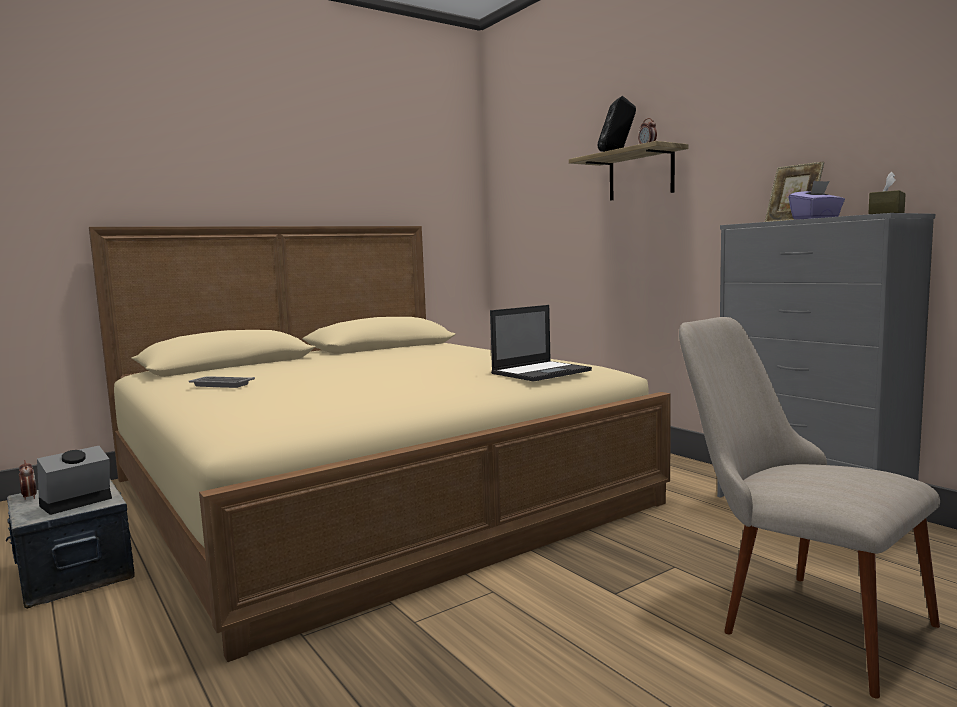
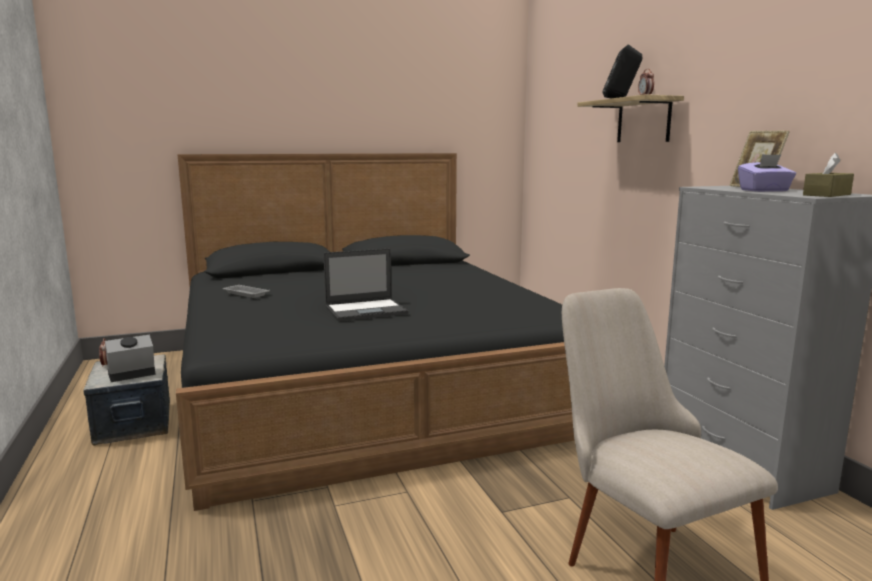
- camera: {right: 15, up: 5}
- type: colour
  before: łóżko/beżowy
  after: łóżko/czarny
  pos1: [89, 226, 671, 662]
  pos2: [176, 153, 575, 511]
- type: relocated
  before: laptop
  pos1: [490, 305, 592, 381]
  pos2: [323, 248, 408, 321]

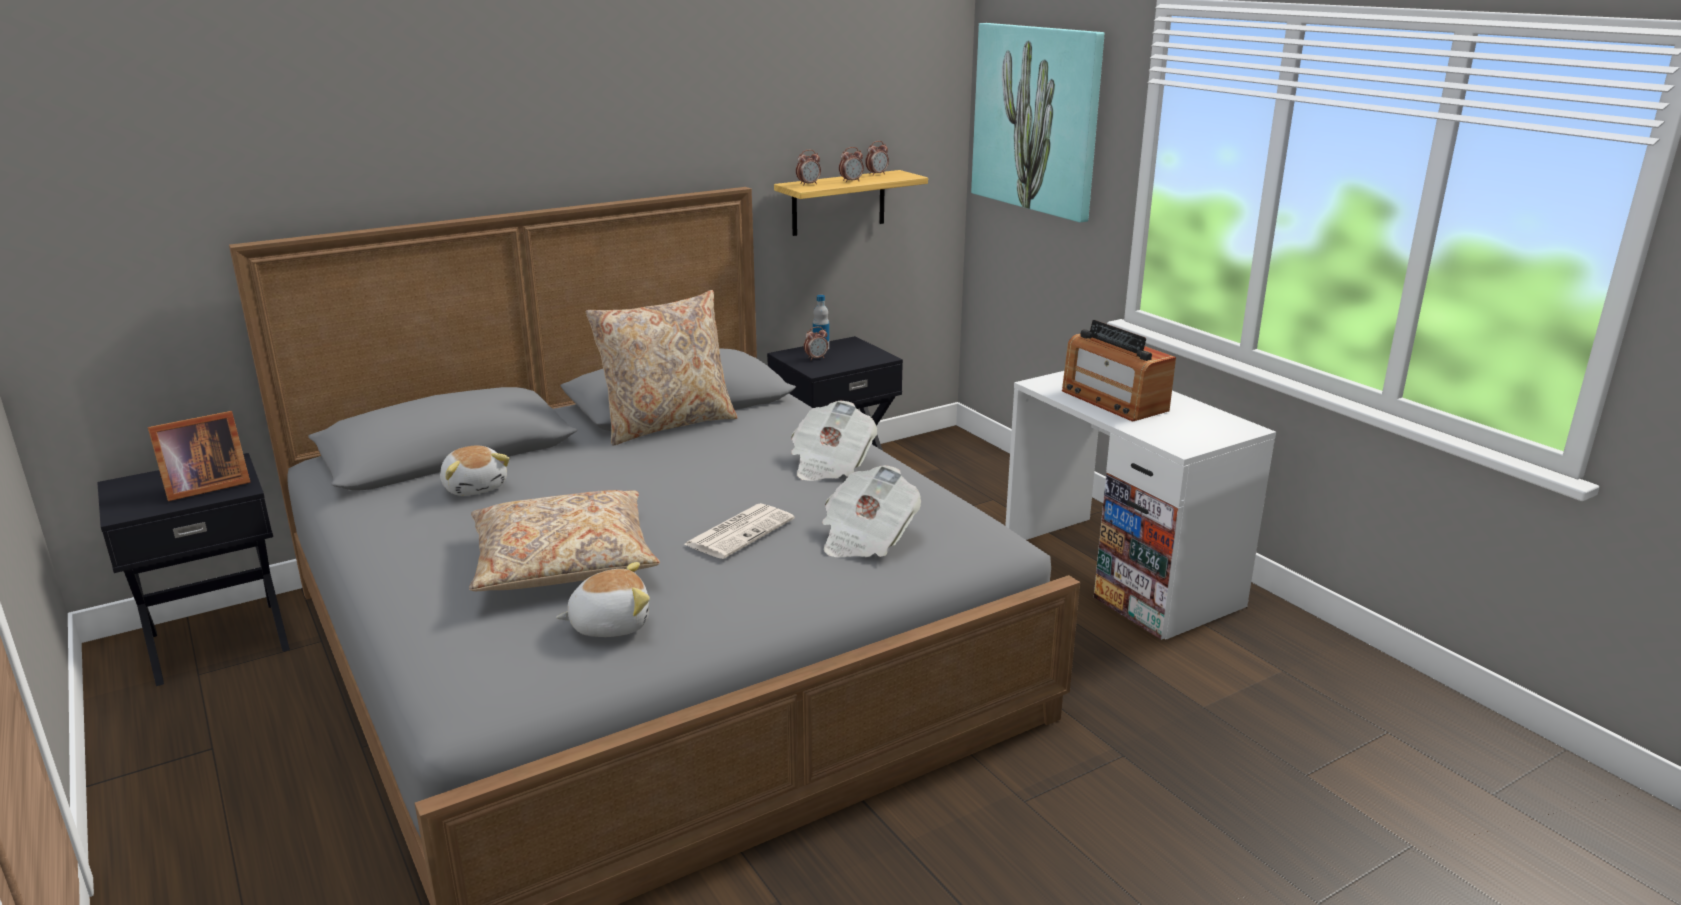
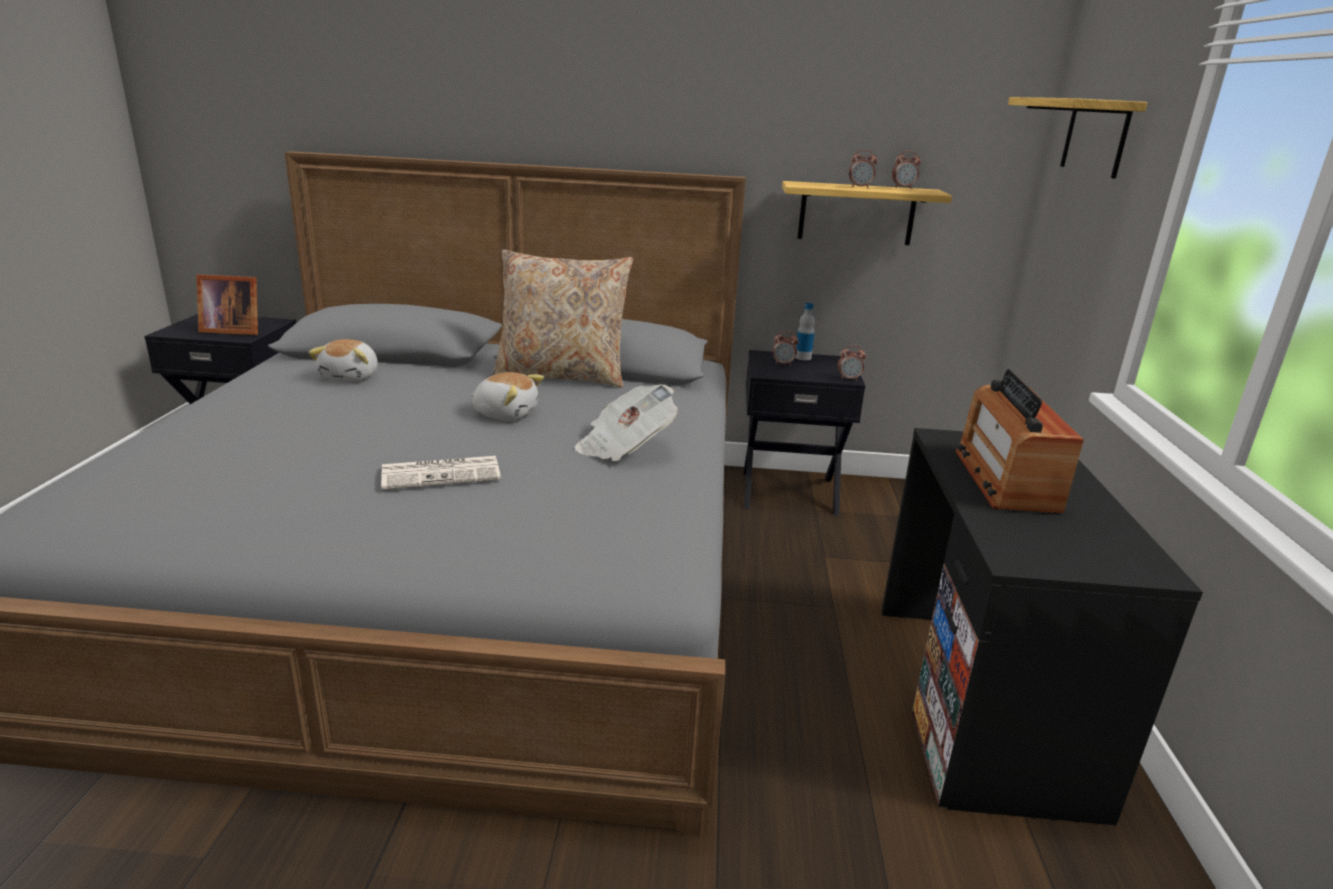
- camera: {right: 35, up: 0}
- type: exchanged
  before: obraz
  after: półka
  pos1: [971, 23, 1104, 223]
  pos2: [1008, 97, 1148, 179]
- type: relocated
  before: budzik
  pos1: [796, 150, 821, 186]
  pos2: [838, 345, 866, 381]
- type: colour
  before: biurko/biały
  after: biurko/czarny
  pos1: [1005, 371, 1276, 640]
  pos2: [881, 428, 1203, 825]
- type: missing
  before: gazeta
  pos1: [822, 465, 921, 558]
- type: missing
  before: poduszka/beżowy
  pos1: [469, 490, 660, 591]
- type: relocated
  before: pluszak
  pos1: [556, 562, 650, 637]
  pos2: [470, 372, 544, 420]

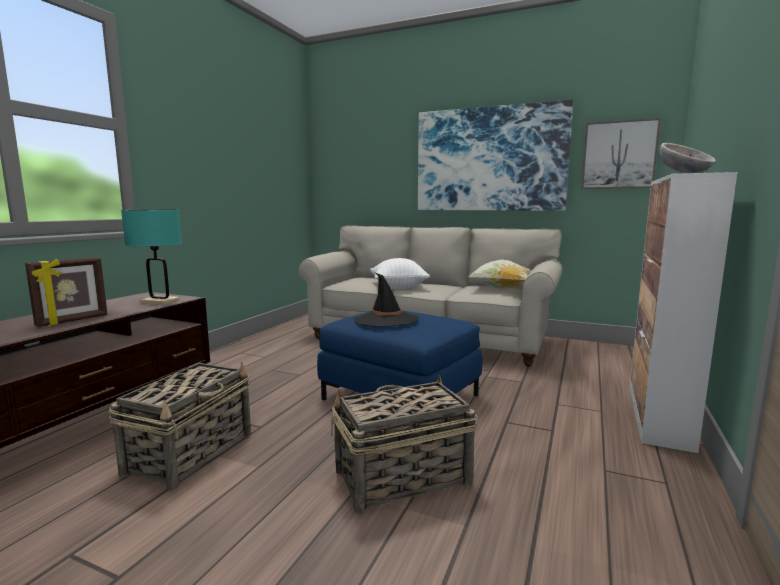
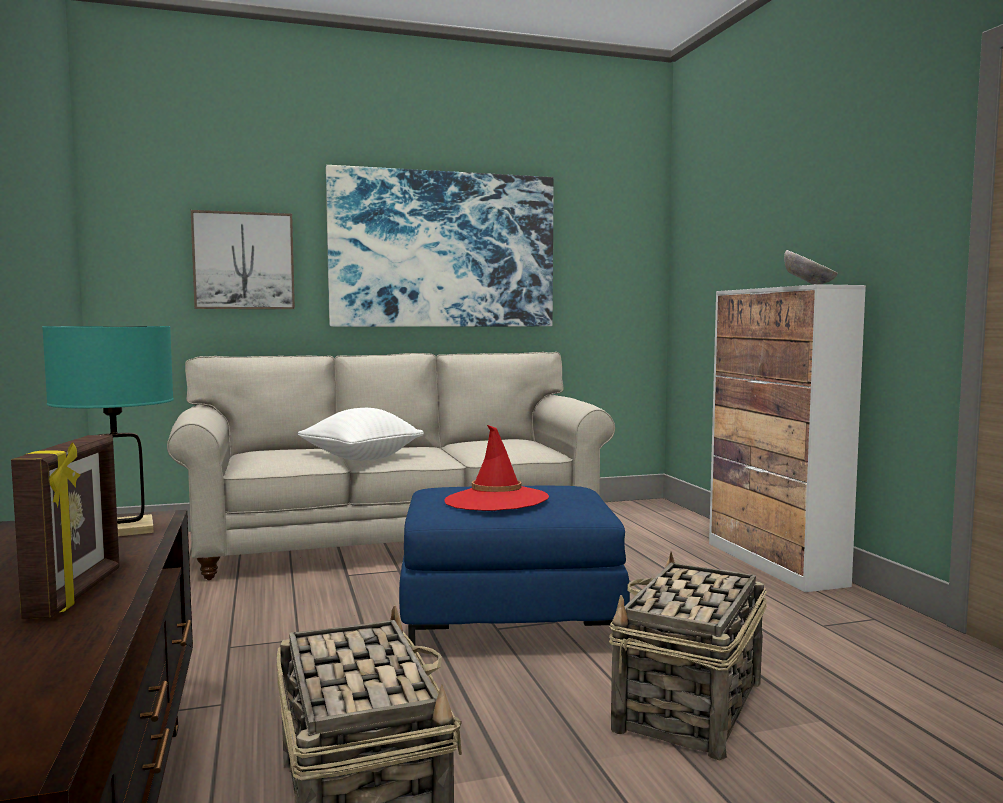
- camera: {right: -40, up: -5}
- type: relocated
  before: obraz
  pos1: [582, 118, 661, 189]
  pos2: [191, 210, 295, 309]
- type: missing
  before: poduszka
  pos1: [468, 259, 531, 289]
- type: colour
  before: kapelusz/czarny
  after: kapelusz/czerwony
  pos1: [354, 273, 419, 327]
  pos2: [445, 425, 549, 511]

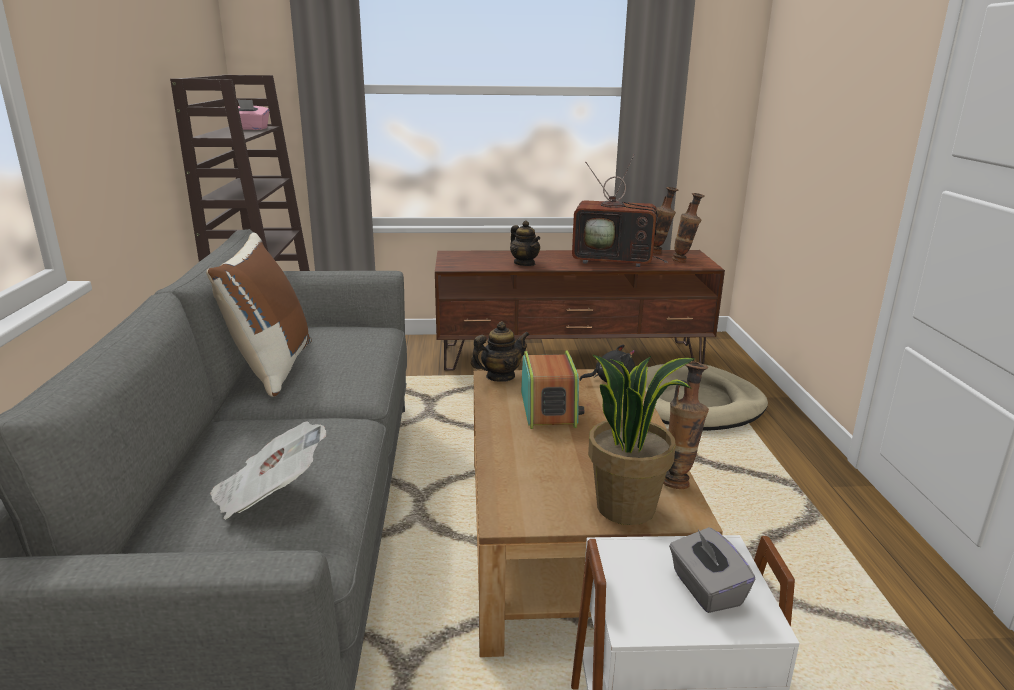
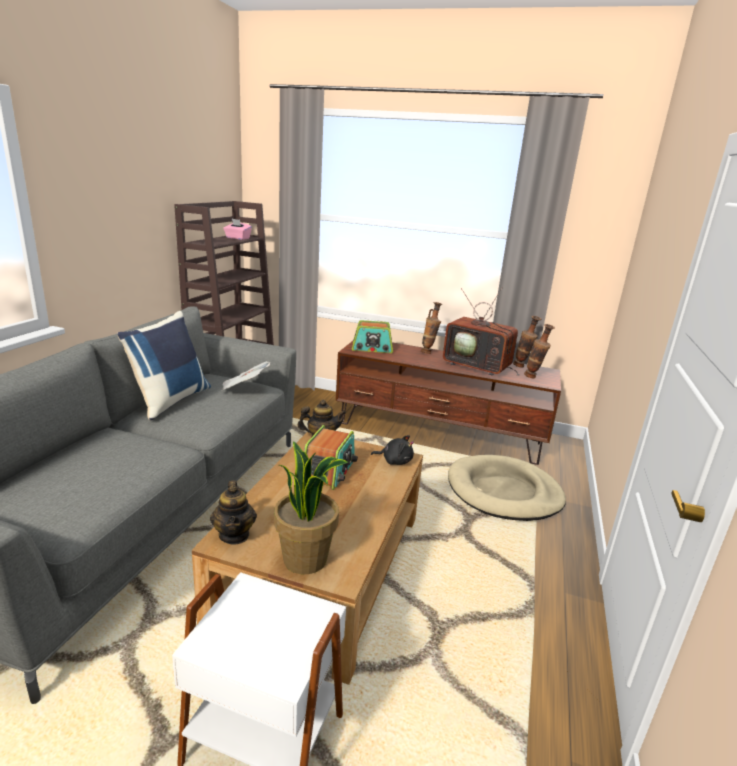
- camera: {right: 20, up: 0}
- type: relocated
  before: imbryk
  pos1: [510, 221, 540, 266]
  pos2: [210, 480, 257, 545]
- type: colour
  before: poduszka/brązowy
  after: poduszka/niebieski
  pos1: [206, 233, 312, 397]
  pos2: [117, 311, 211, 421]
- type: relocated
  before: wazon
  pos1: [663, 361, 709, 489]
  pos2: [421, 302, 443, 354]
- type: relocated
  before: gazeta
  pos1: [210, 421, 326, 520]
  pos2: [222, 361, 270, 390]
- type: missing
  before: pudełko chusteczek/szary
  pos1: [669, 527, 756, 613]
- type: appeared
  after: radio
  pos2: [352, 320, 393, 353]

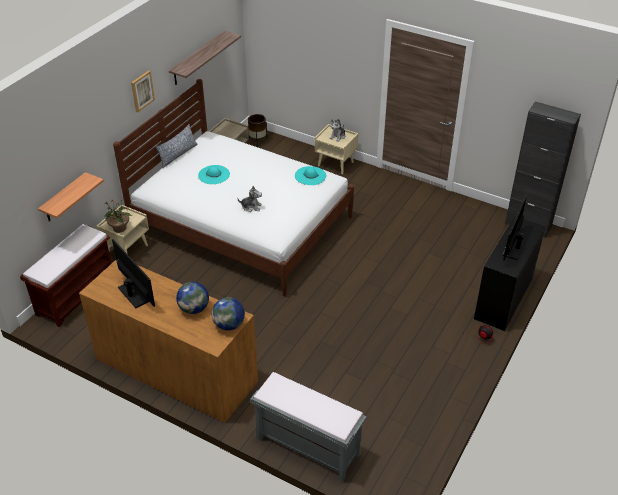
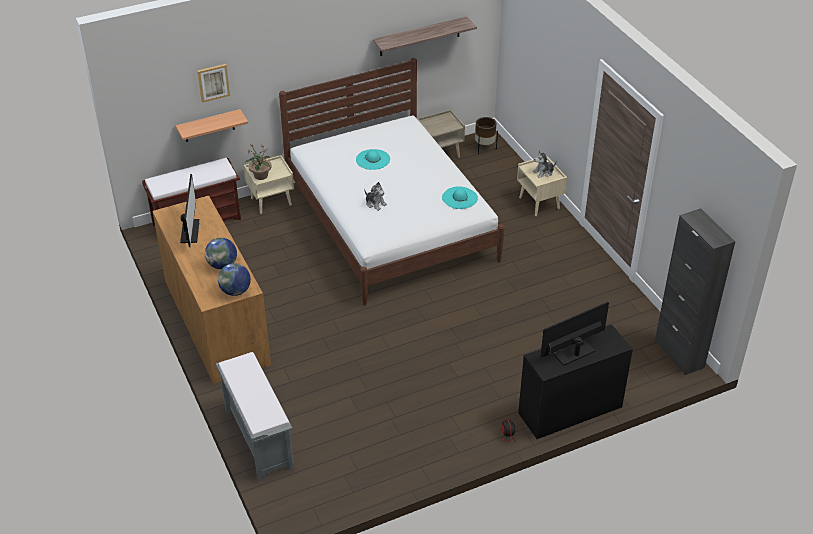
- camera: {right: 35, up: 0}
- type: relocated
  before: obraz
  pos1: [131, 70, 155, 112]
  pos2: [197, 64, 230, 103]
- type: missing
  before: poduszka
  pos1: [155, 124, 198, 168]

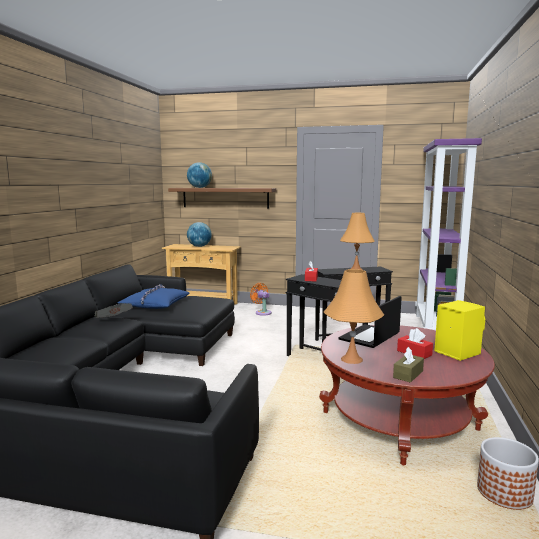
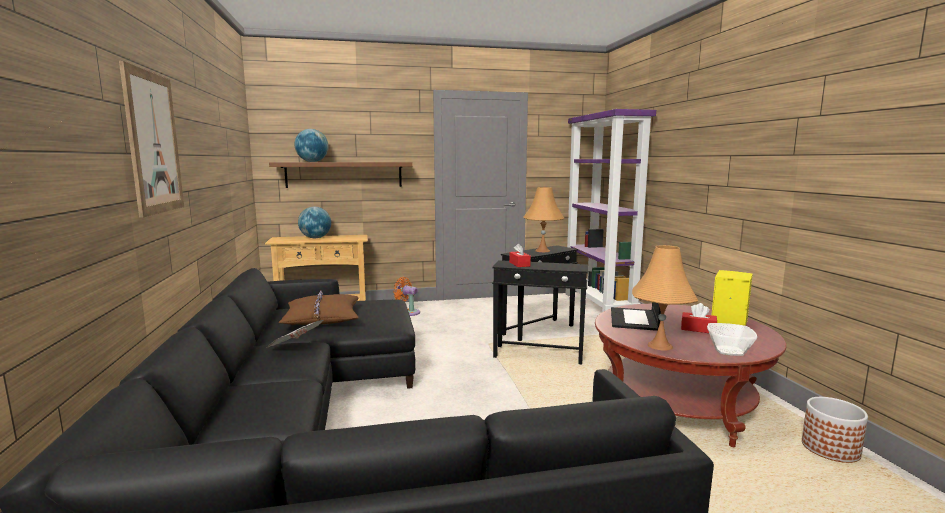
- camera: {right: -25, up: 0}
- type: colour
  before: poduszka/niebieski
  after: poduszka/brązowy
  pos1: [118, 284, 190, 309]
  pos2: [278, 290, 359, 325]
- type: exchanged
  before: pudełko chusteczek/brązowy
  after: miska
  pos1: [393, 347, 424, 383]
  pos2: [707, 323, 757, 356]
- type: appeared
  after: obraz
  pos2: [119, 61, 184, 218]

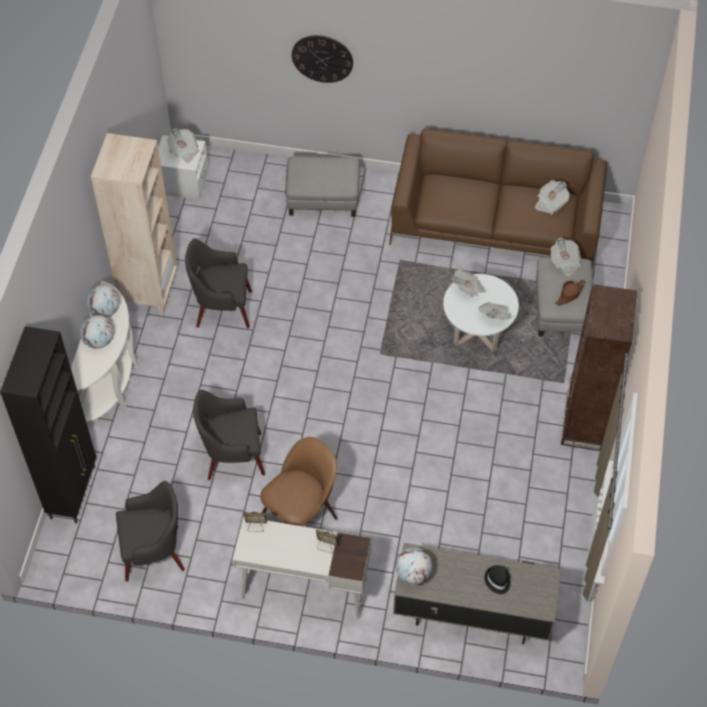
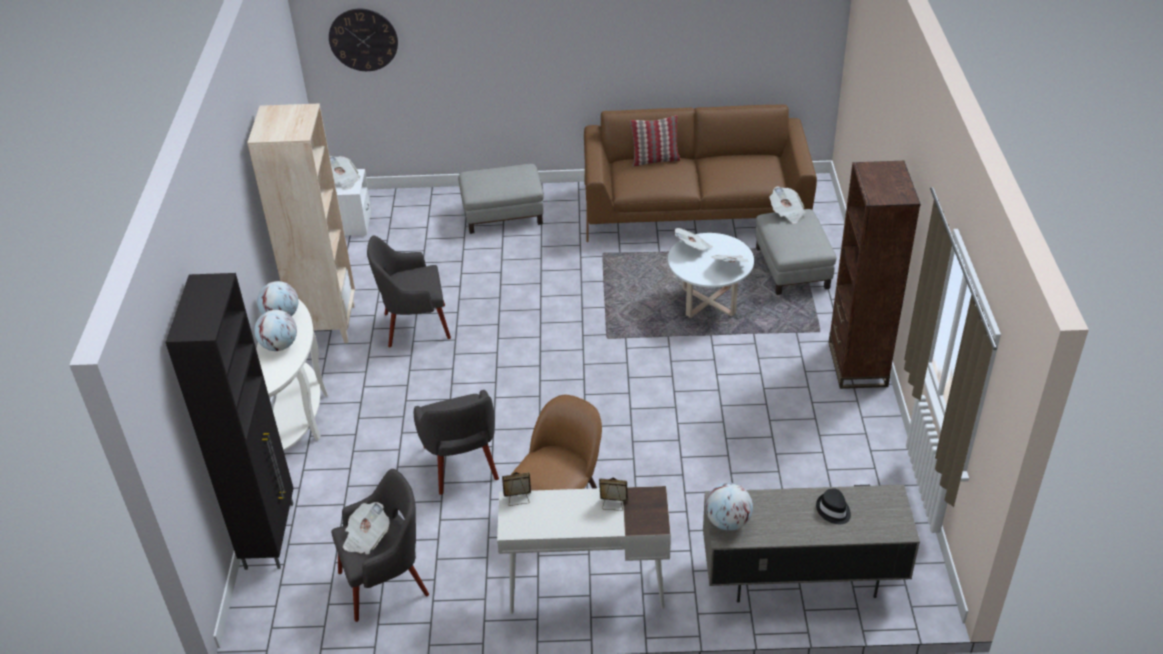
- camera: {right: -10, up: -15}
- type: relocated
  before: zegar ścienny
  pos1: [292, 35, 353, 83]
  pos2: [329, 9, 398, 71]
- type: relocated
  before: gazeta
  pos1: [535, 180, 570, 215]
  pos2: [343, 502, 389, 555]
- type: missing
  before: kapelusz/brązowy
  pos1: [555, 280, 585, 306]
- type: spun
  before: fotel/szary
  pos1: [193, 390, 265, 480]
  pos2: [414, 390, 499, 495]
  turn: -90
- type: appeared
  after: poduszka
  pos2: [630, 115, 680, 166]

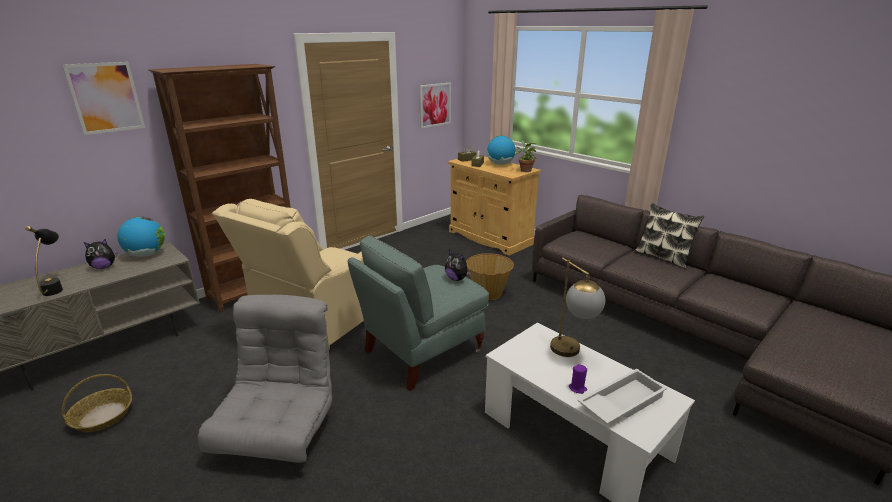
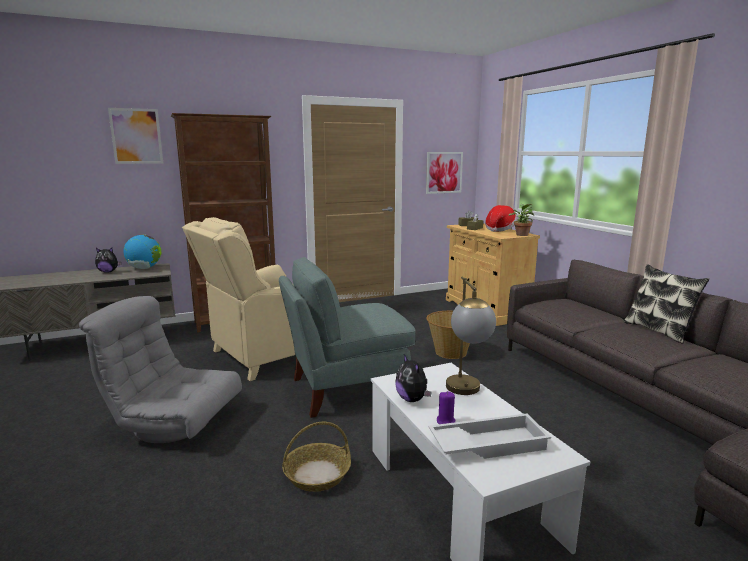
- camera: {right: 20, up: -10}
- type: exchanged
  before: globus
  after: kapelusz
  pos1: [487, 135, 516, 165]
  pos2: [485, 205, 517, 232]
- type: missing
  before: lampa stołowa/czarny
  pos1: [25, 226, 63, 296]
- type: relocated
  before: pluszak
  pos1: [445, 250, 472, 281]
  pos2: [395, 354, 431, 402]
- type: spun
  before: fotel/szary
  pos1: [198, 295, 332, 463]
  pos2: [79, 296, 242, 443]
  turn: -105
- type: relocated
  before: koszyk
  pos1: [62, 374, 132, 432]
  pos2: [282, 422, 351, 492]

